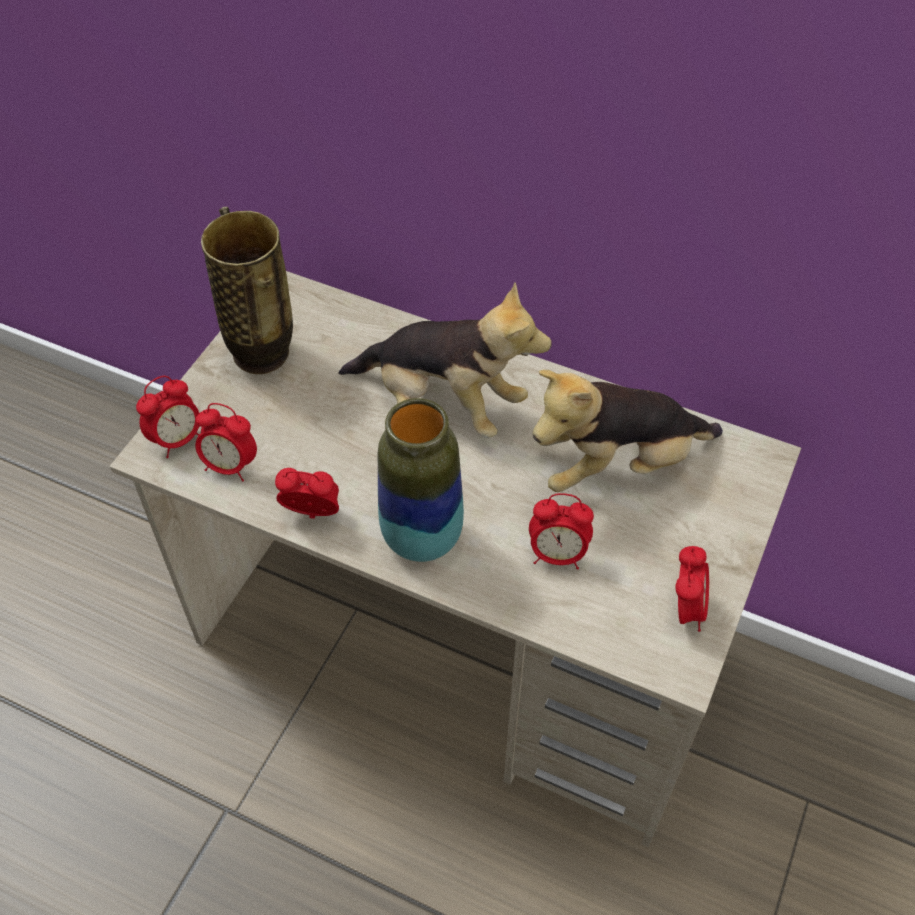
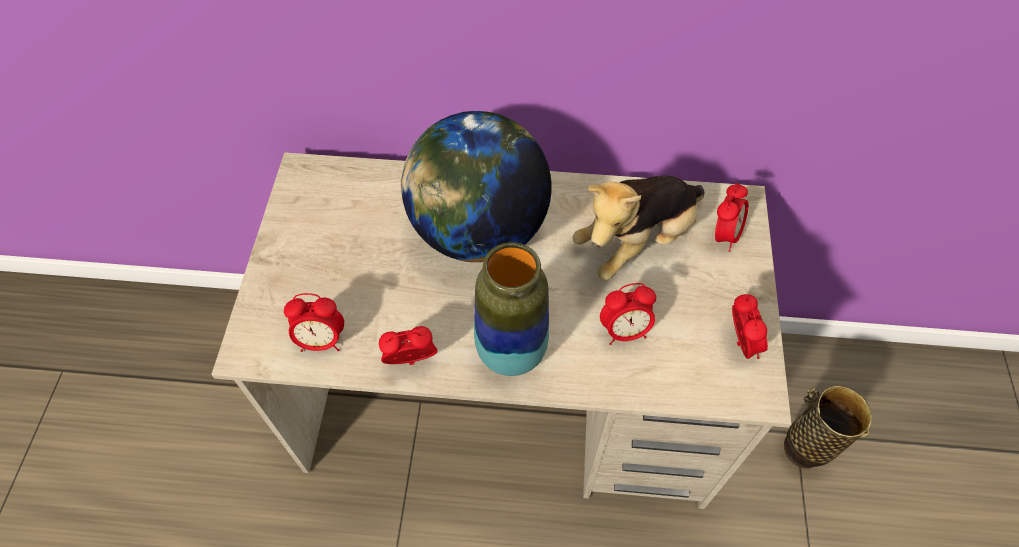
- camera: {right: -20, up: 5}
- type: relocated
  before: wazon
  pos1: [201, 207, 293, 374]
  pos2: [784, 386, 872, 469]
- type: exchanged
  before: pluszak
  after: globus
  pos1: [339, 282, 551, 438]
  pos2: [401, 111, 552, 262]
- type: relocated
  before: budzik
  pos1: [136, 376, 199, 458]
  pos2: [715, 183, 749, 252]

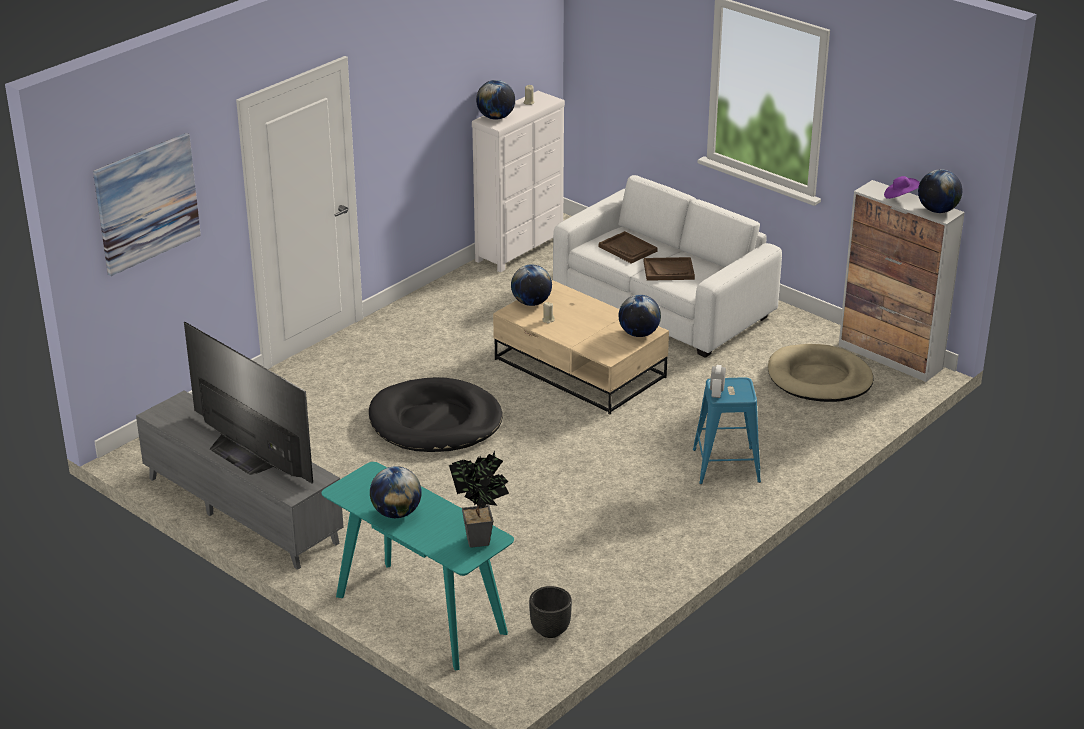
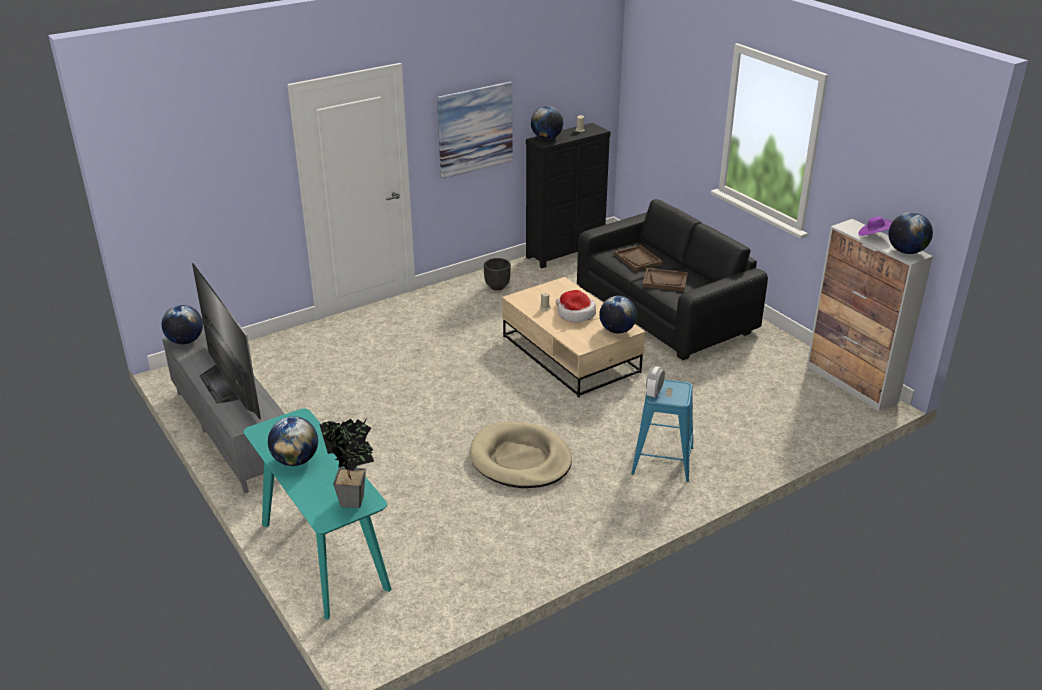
- camera: {right: 15, up: 0}
- type: colour
  before: komoda/biały
  after: komoda/czarny
  pos1: [472, 91, 565, 272]
  pos2: [526, 123, 610, 268]
- type: relocated
  before: obraz
  pos1: [93, 133, 201, 276]
  pos2: [437, 81, 513, 179]
- type: colour
  before: kanapa/biały
  after: kanapa/czarny
  pos1: [553, 175, 782, 358]
  pos2: [577, 199, 768, 360]
- type: relocated
  before: globus
  pos1: [511, 264, 552, 306]
  pos2: [162, 305, 203, 344]
- type: relocated
  before: legowisko/beżowy
  pos1: [768, 344, 873, 402]
  pos2: [470, 421, 572, 488]
- type: missing
  before: legowisko/czarny
  pos1: [369, 377, 503, 452]
- type: relocated
  before: donica/czarny
  pos1: [529, 586, 572, 638]
  pos2: [484, 258, 511, 290]
- type: appeared
  after: kapelusz
  pos2: [556, 290, 596, 322]

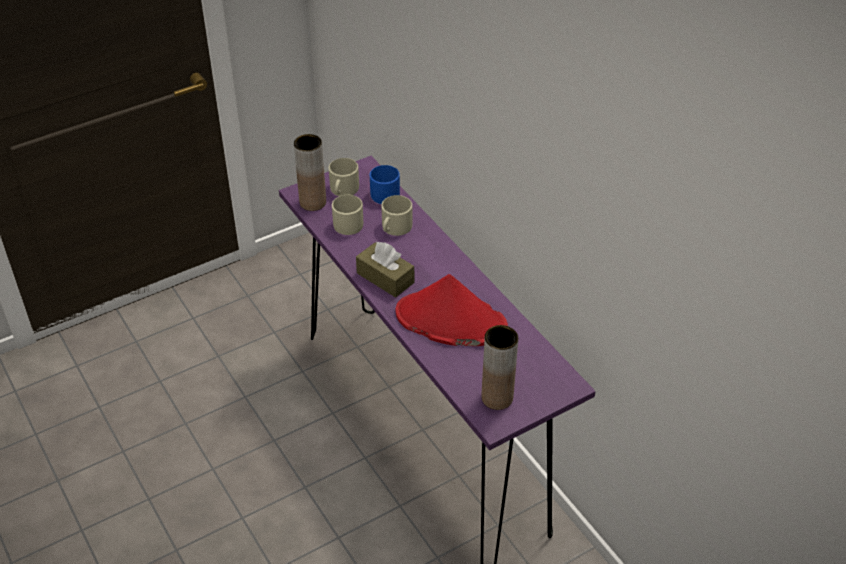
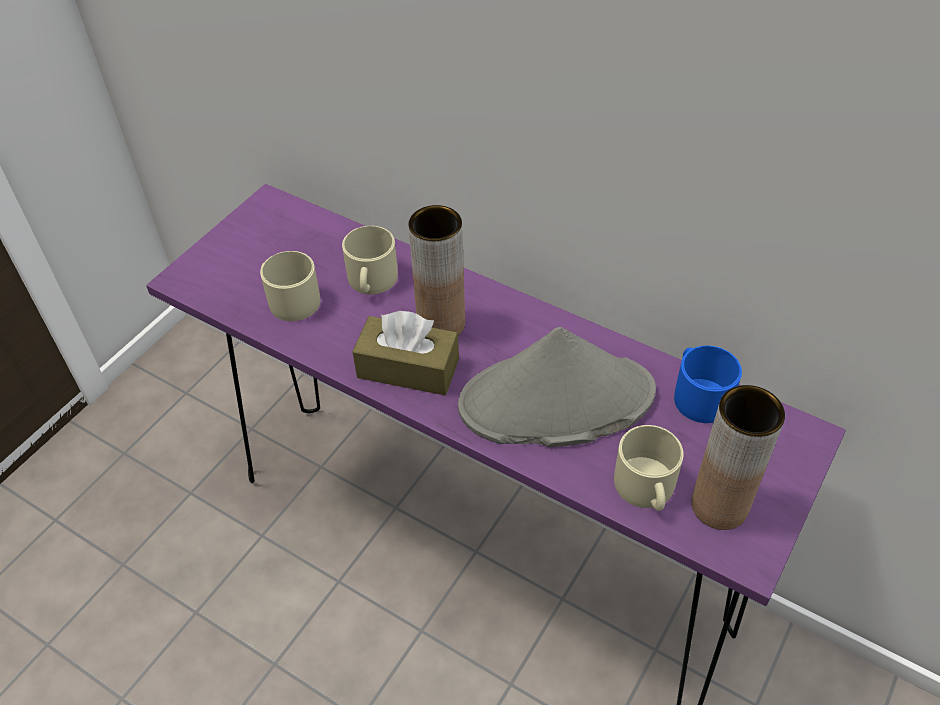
- camera: {right: -25, up: 5}
- type: relocated
  before: wazon/brązowy
  pos1: [294, 134, 326, 211]
  pos2: [408, 205, 465, 335]
- type: relocated
  before: kubek/beżowy
  pos1: [329, 158, 359, 196]
  pos2: [614, 425, 684, 511]
- type: relocated
  before: kubek/niebieski
  pos1: [370, 165, 400, 204]
  pos2: [674, 346, 742, 423]
- type: colour
  before: kapelusz/czerwony
  after: kapelusz/szary
  pos1: [396, 274, 508, 346]
  pos2: [458, 327, 656, 447]

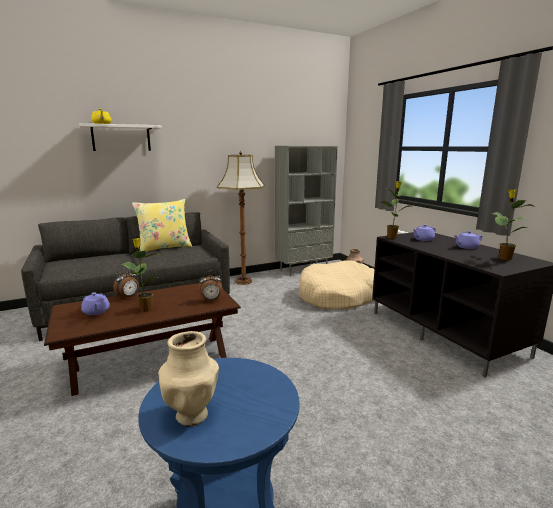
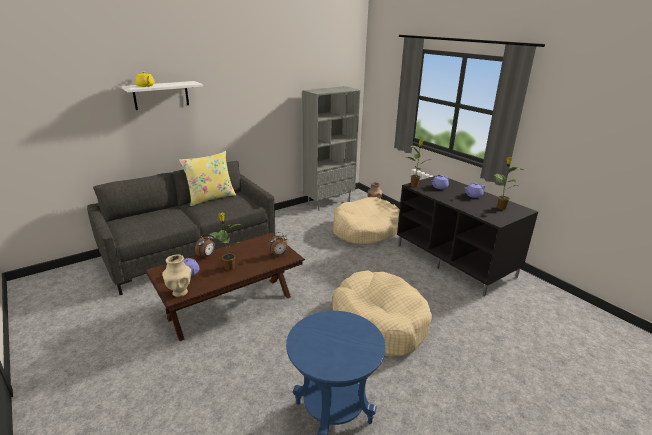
- camera: {right: -10, up: 10}
- type: missing
  before: lampa stojąca
  pos1: [217, 150, 264, 285]
- type: relocated
  before: wazon/beżowy
  pos1: [158, 331, 219, 426]
  pos2: [162, 255, 191, 297]
- type: appeared
  after: legowisko/beżowy
  pos2: [333, 271, 432, 356]

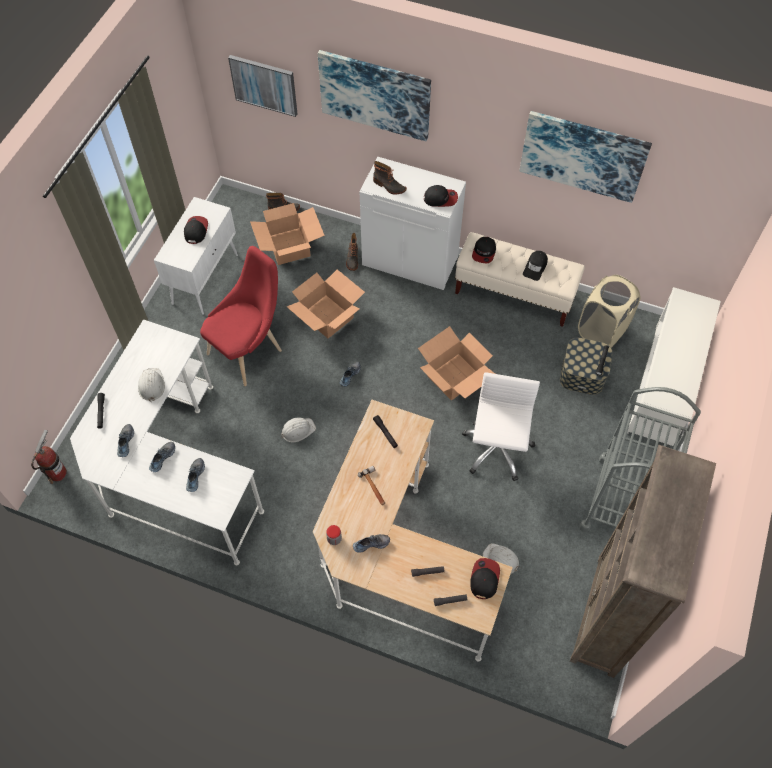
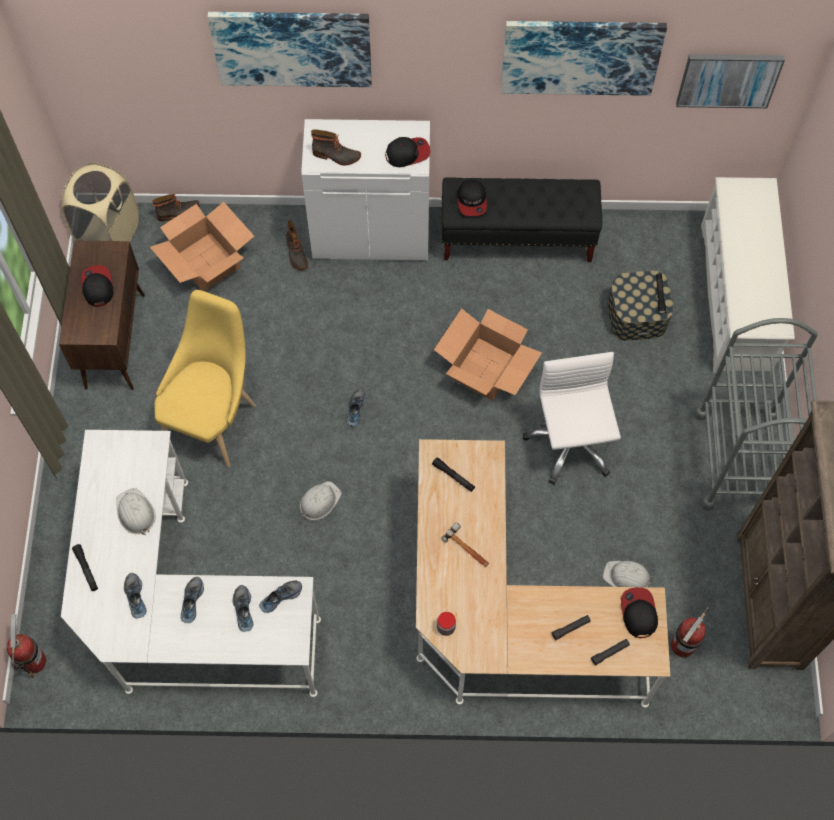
- camera: {right: -20, up: 5}
- type: relocated
  before: obraz
  pos1: [228, 55, 297, 117]
  pos2: [676, 54, 785, 108]
- type: colour
  before: szafka/biały
  after: szafka/brązowy
  pos1: [154, 197, 238, 315]
  pos2: [59, 241, 145, 390]
- type: colour
  before: ławka/beżowy
  after: ławka/czarny
  pos1: [455, 232, 585, 327]
  pos2: [441, 178, 602, 262]
- type: colour
  before: krzesło/czerwony
  after: krzesło/żółty
  pos1: [200, 246, 282, 386]
  pos2: [155, 290, 256, 467]
- type: missing
  before: czapka z daszkiem/czarny
  pos1: [523, 251, 548, 281]
- type: missing
  before: karton
  pos1: [287, 269, 365, 338]
- type: relocated
  before: kosz na pranie/beżowy
  pos1: [578, 275, 641, 348]
  pos2: [61, 163, 139, 242]
- type: relocated
  before: but
  pos1: [353, 534, 390, 553]
  pos2: [259, 581, 302, 613]
- type: appeared
  after: gaśnica
  pos2: [671, 606, 710, 658]

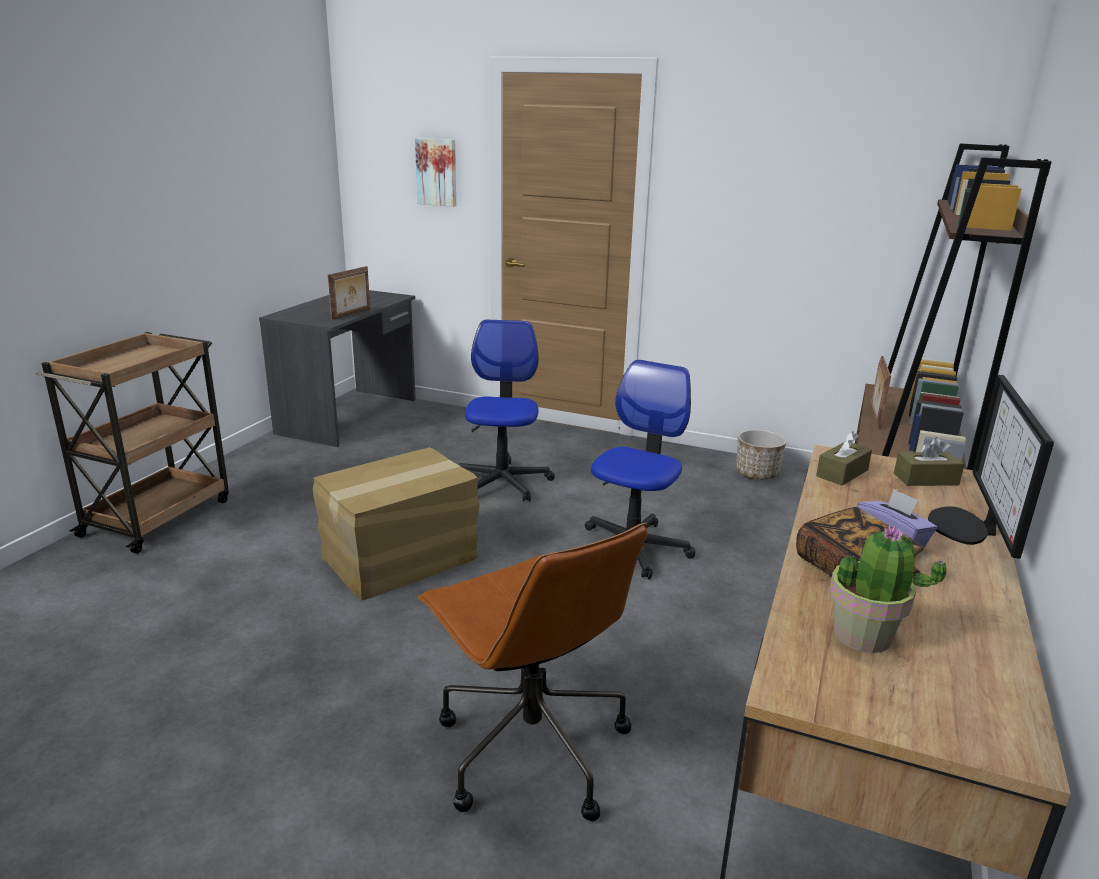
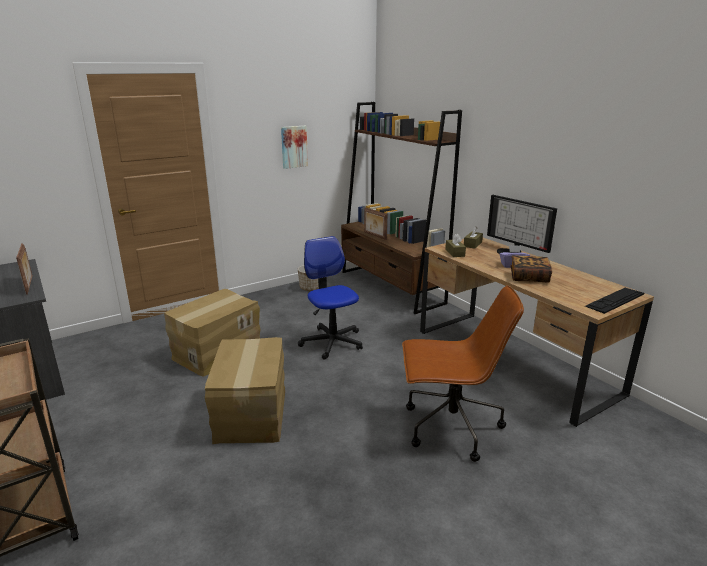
- camera: {right: -55, up: 0}
- type: relocated
  before: obraz
  pos1: [415, 138, 456, 207]
  pos2: [281, 126, 308, 169]
- type: exchanged
  before: krzesło biurowe
  after: karton
  pos1: [458, 320, 555, 501]
  pos2: [164, 289, 260, 377]
- type: missing
  before: roślina doniczkowa
  pos1: [830, 525, 947, 653]
- type: appeared
  after: klawiatura
  pos2: [585, 288, 644, 314]

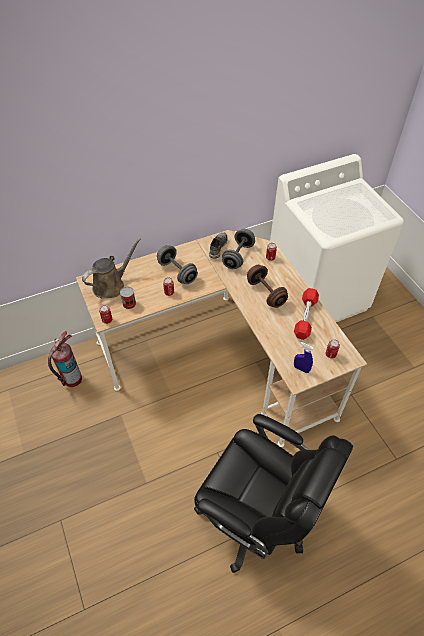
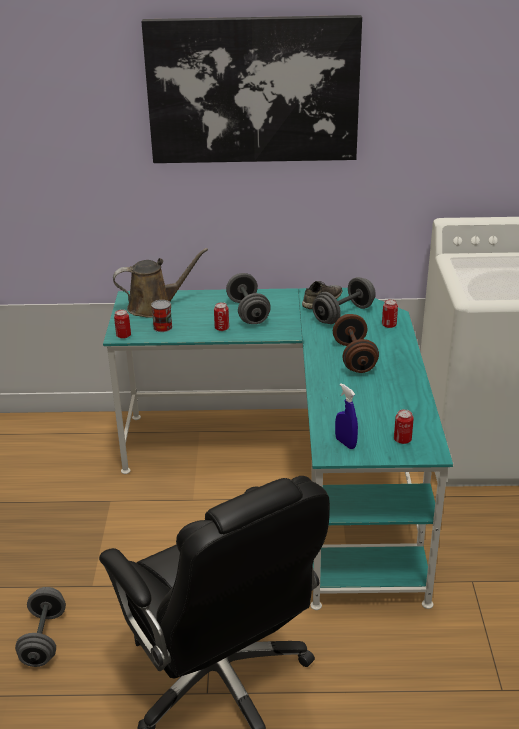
- camera: {right: 25, up: -20}
- type: colour
  before: biurko/beżowy
  after: biurko/turkusowy
  pos1: [76, 230, 367, 447]
  pos2: [103, 288, 453, 610]
- type: missing
  before: hantel/czerwony
  pos1: [294, 288, 319, 340]
- type: missing
  before: gaśnica
  pos1: [48, 331, 82, 387]
- type: appeared
  after: obraz
  pos2: [141, 15, 362, 163]
- type: appeared
  after: hantel/szary
  pos2: [15, 587, 66, 667]

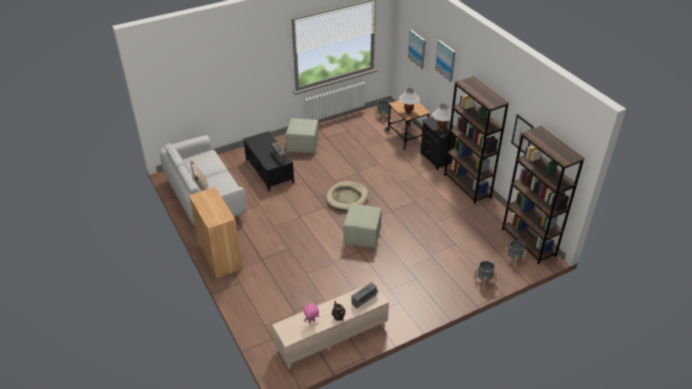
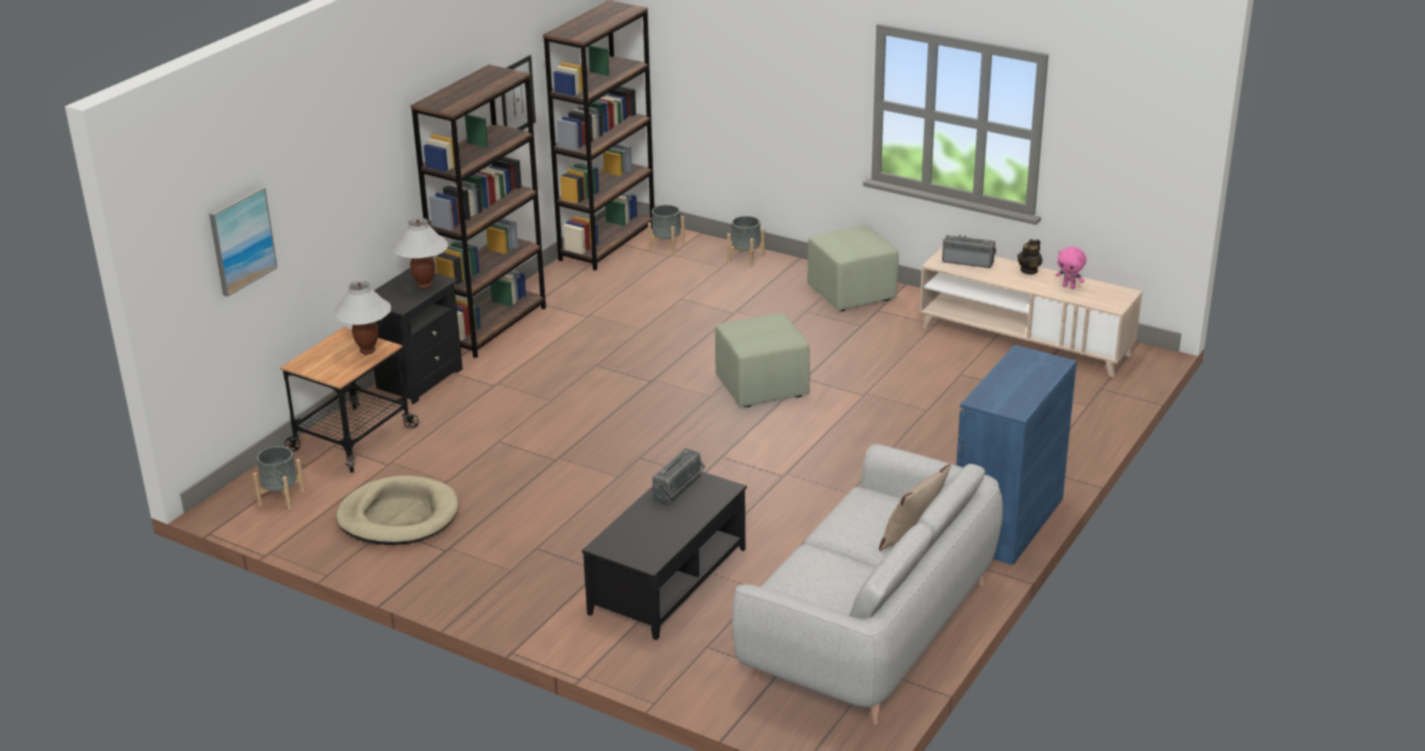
- camera: {right: -120, up: -10}
- type: missing
  before: obraz
  pos1: [435, 40, 455, 82]
- type: relocated
  before: pufa/zielony
  pos1: [286, 118, 319, 153]
  pos2: [807, 226, 899, 311]
- type: relocated
  before: legowisko/beżowy
  pos1: [326, 181, 368, 211]
  pos2: [336, 476, 459, 545]
- type: colour
  before: szafka/brązowy
  after: szafka/niebieski
  pos1: [189, 187, 242, 278]
  pos2: [956, 345, 1077, 565]

